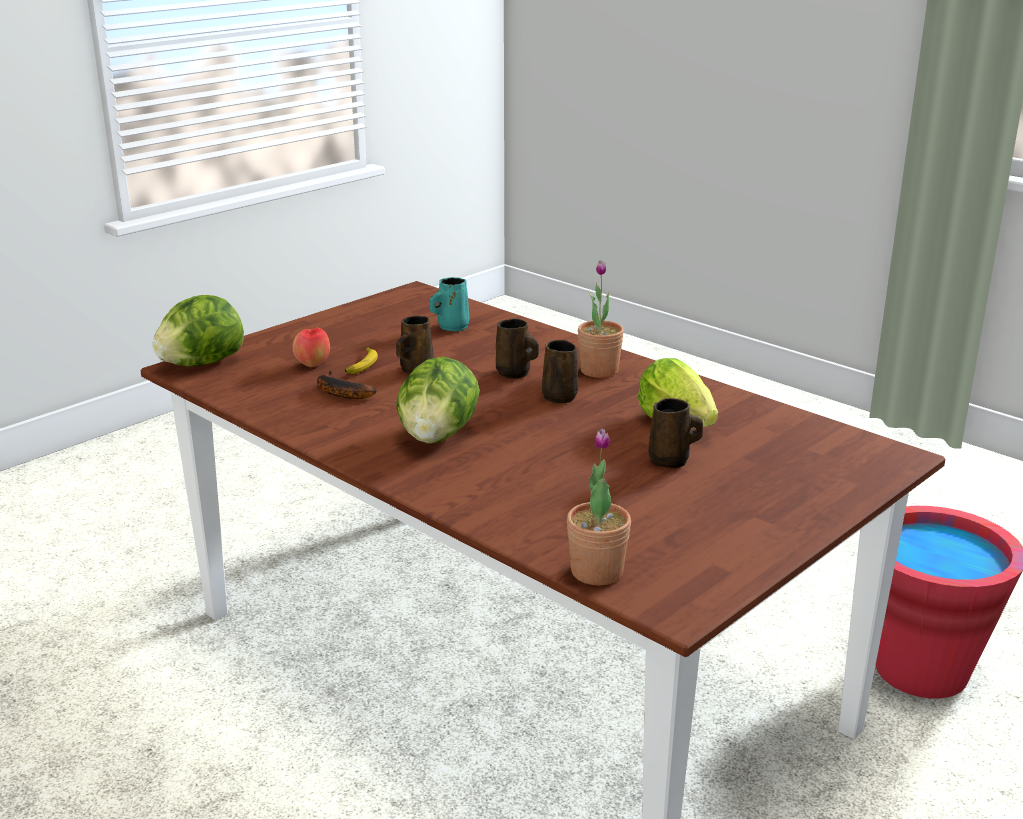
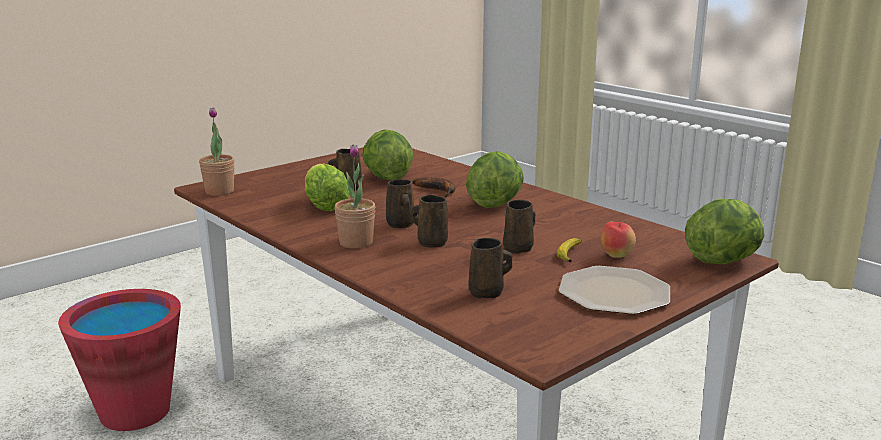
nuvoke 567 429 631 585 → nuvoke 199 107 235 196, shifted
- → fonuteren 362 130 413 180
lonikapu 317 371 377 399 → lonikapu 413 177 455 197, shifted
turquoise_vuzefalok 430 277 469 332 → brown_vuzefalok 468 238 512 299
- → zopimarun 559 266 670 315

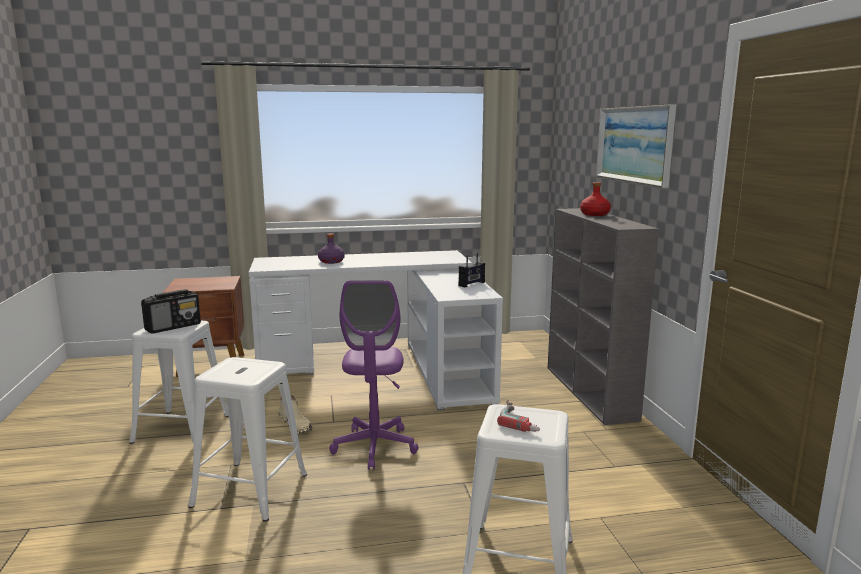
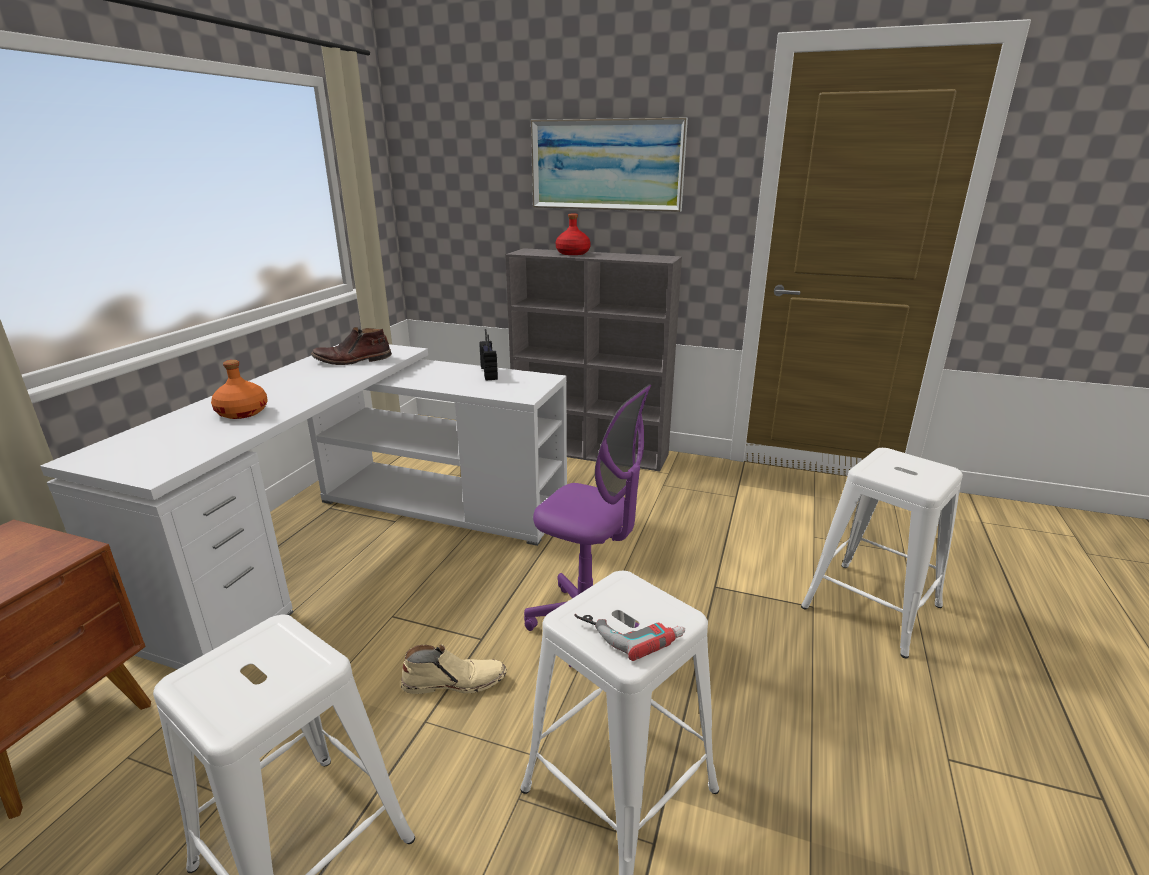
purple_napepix 318 233 345 264 → orange_napepix 211 360 268 419
- → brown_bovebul 311 327 392 365
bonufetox 497 400 540 432 → bonufetox 574 614 685 661, shifted
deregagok 141 289 201 334 → -

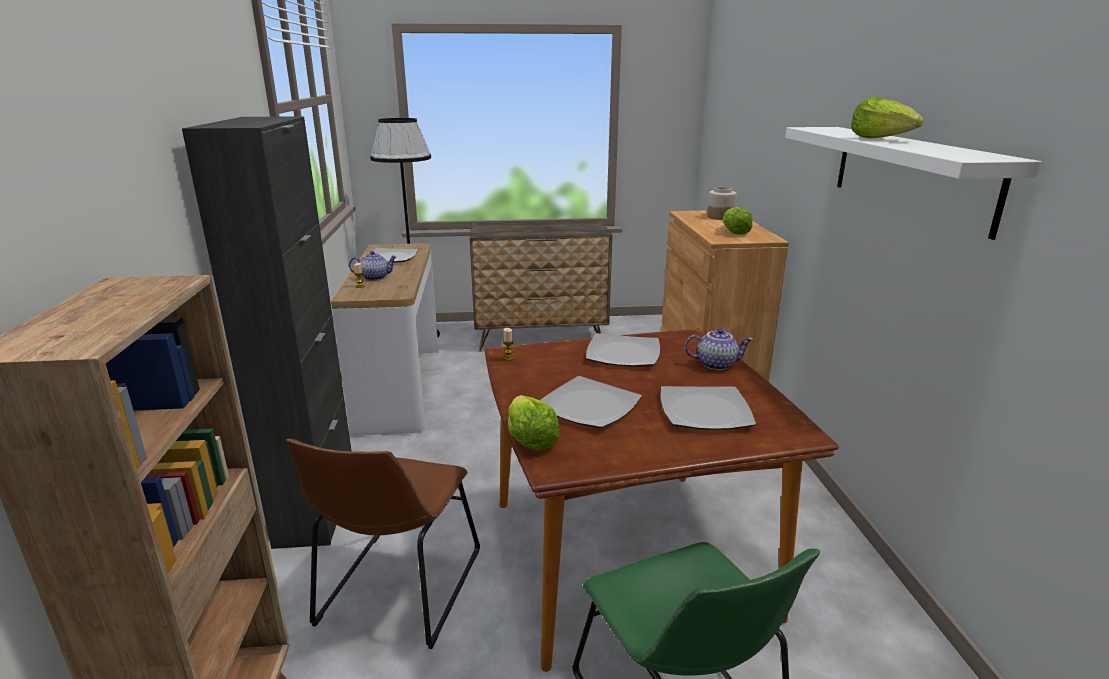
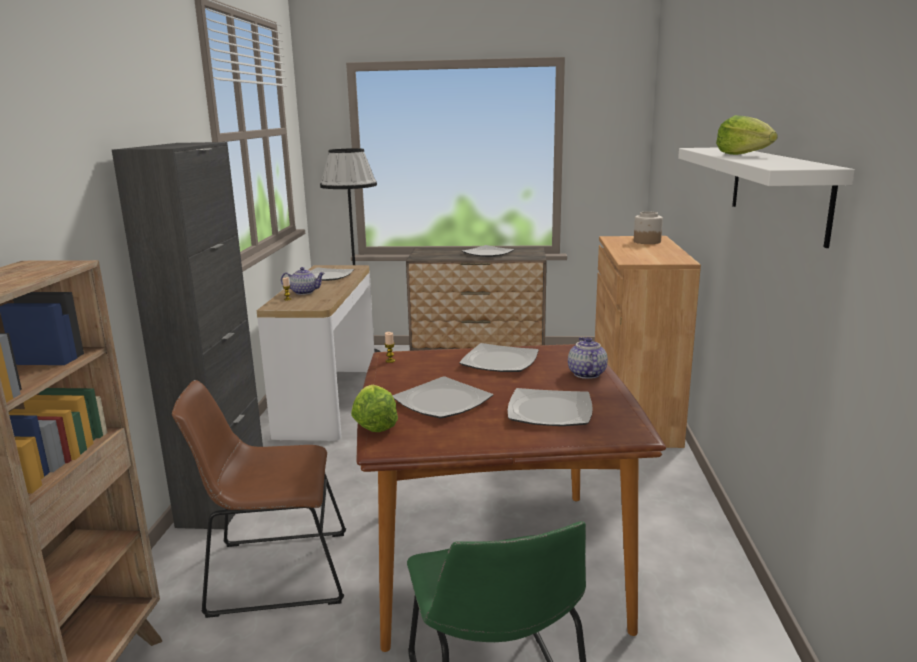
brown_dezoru 286 439 480 649 → brown_dezoru 172 380 346 618, 60 degrees clockwise
- → zopimarun 462 245 514 257
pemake 685 328 754 370 → pemake 568 337 608 379, 105 degrees counterclockwise
fonuteren 723 207 753 235 → -

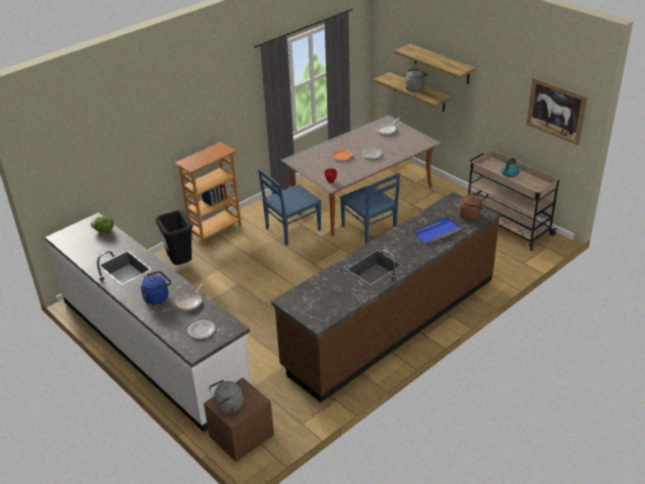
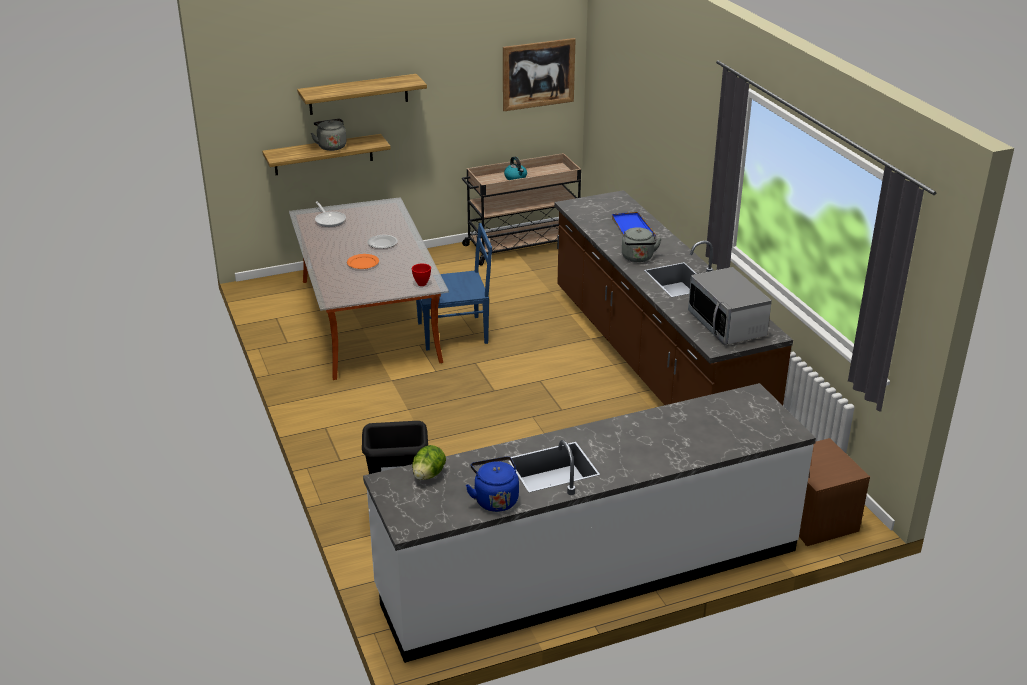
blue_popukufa 141 271 171 305 → blue_popukufa 466 457 519 512, shifted
grey_popukufa 209 380 243 414 → grey_popukufa 622 228 662 262, shifted
- → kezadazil 688 267 772 345
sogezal 175 142 241 246 → -
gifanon 175 284 203 310 → -
zopimarun 188 320 216 339 → -
blue_dezoru 258 169 321 246 → -
brown_popukufa 459 193 485 221 → -

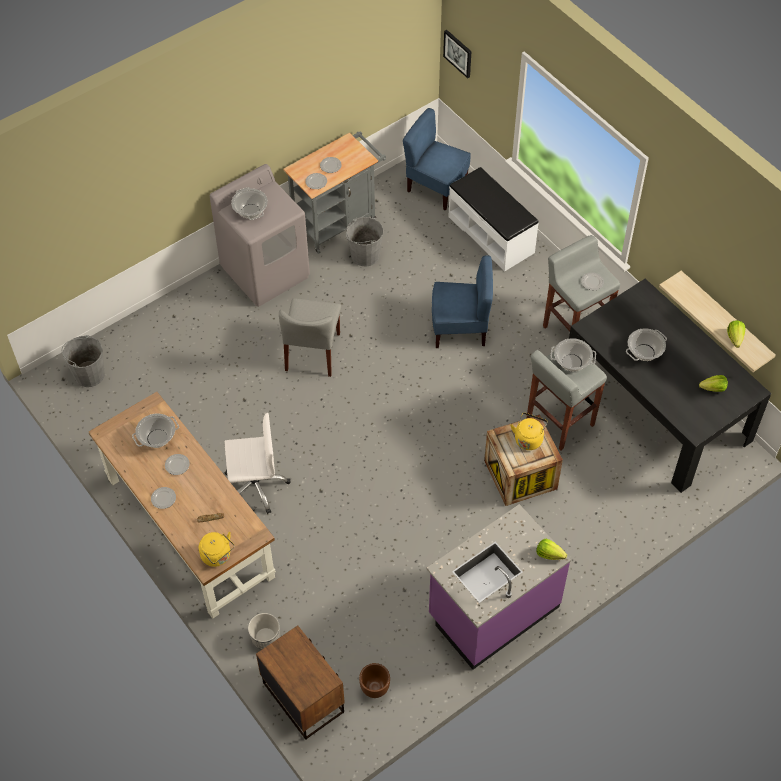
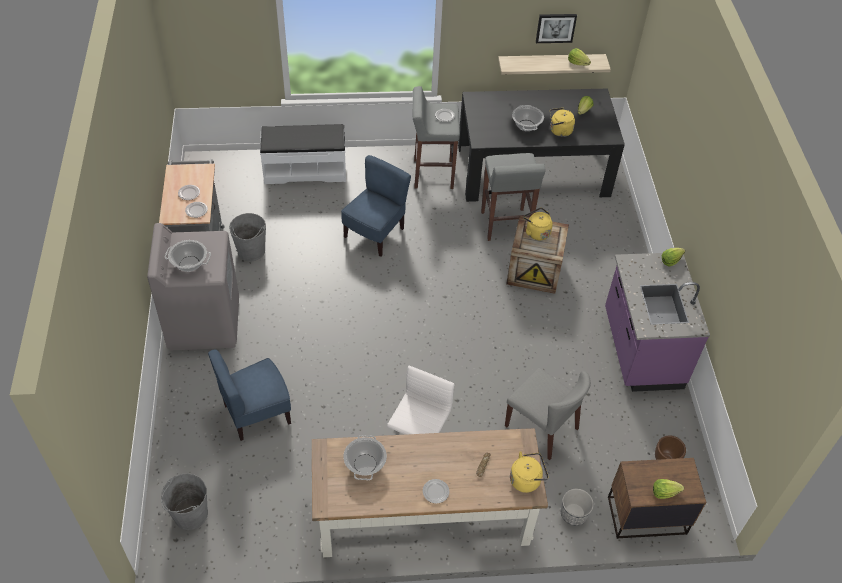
blue_dezoru 403 108 471 211 → blue_dezoru 208 350 291 441, shifted
grey_dezoru 279 298 341 377 → grey_dezoru 505 368 591 460, shifted
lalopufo 443 30 471 78 → lalopufo 536 14 577 43, shifted
- → yellow_popukufa 550 108 575 137
- → fonuteren 653 479 684 499
zopimarun 165 454 190 475 → -
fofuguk 551 338 596 371 → -

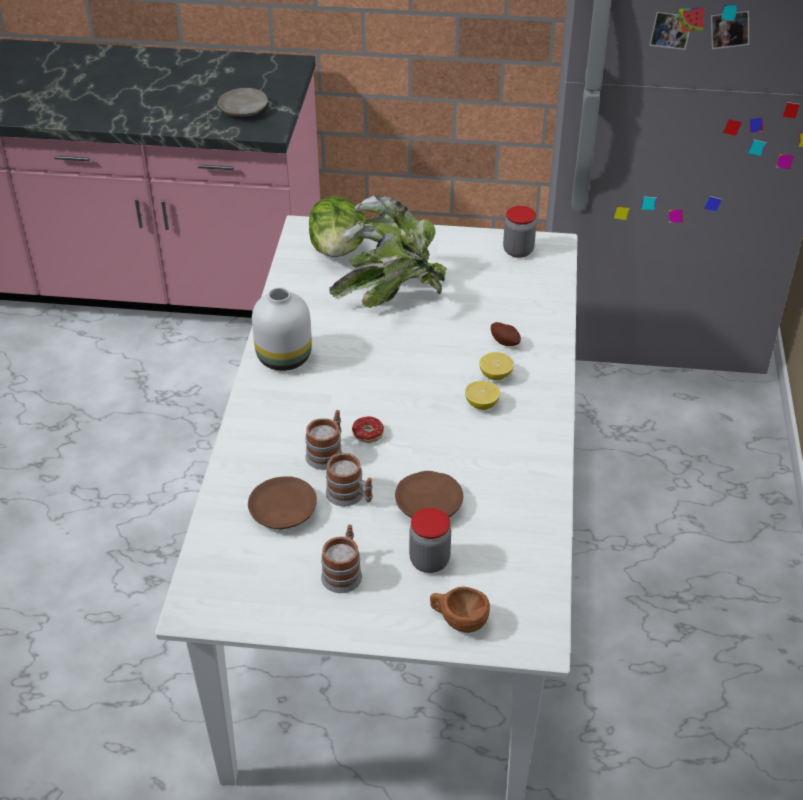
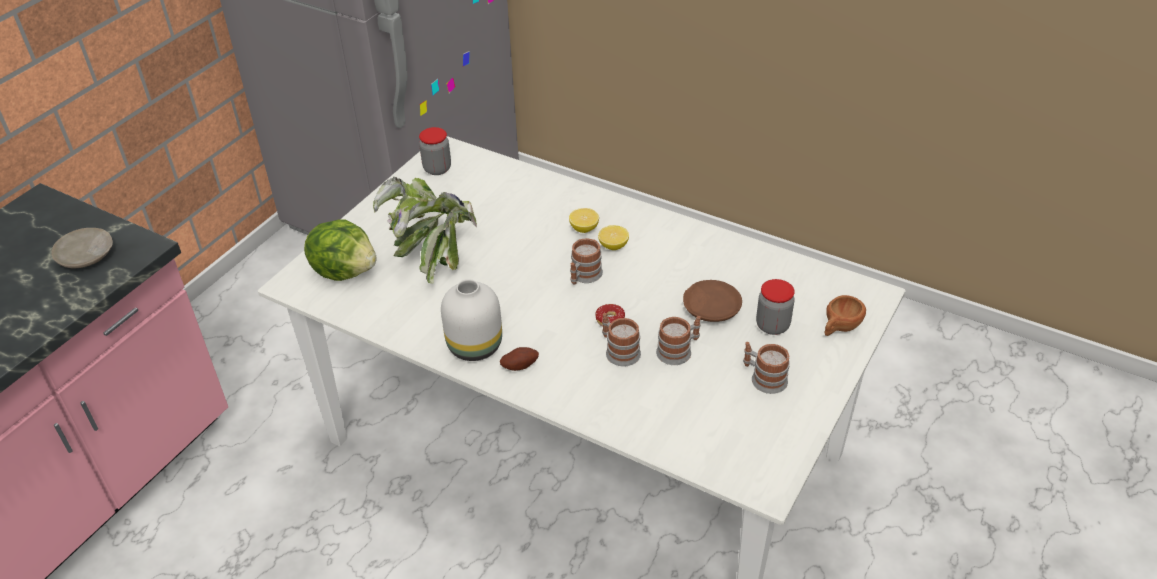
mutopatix 491 322 521 346 → mutopatix 500 347 539 371, shifted
- → vuzefalok 570 238 603 285
brown_zopimarun 248 476 317 530 → -

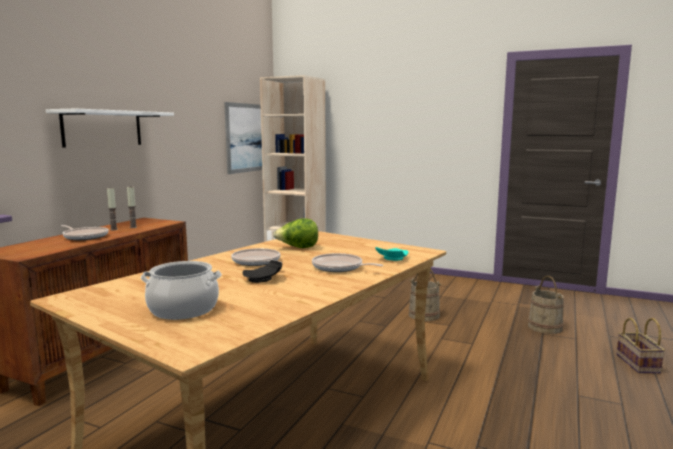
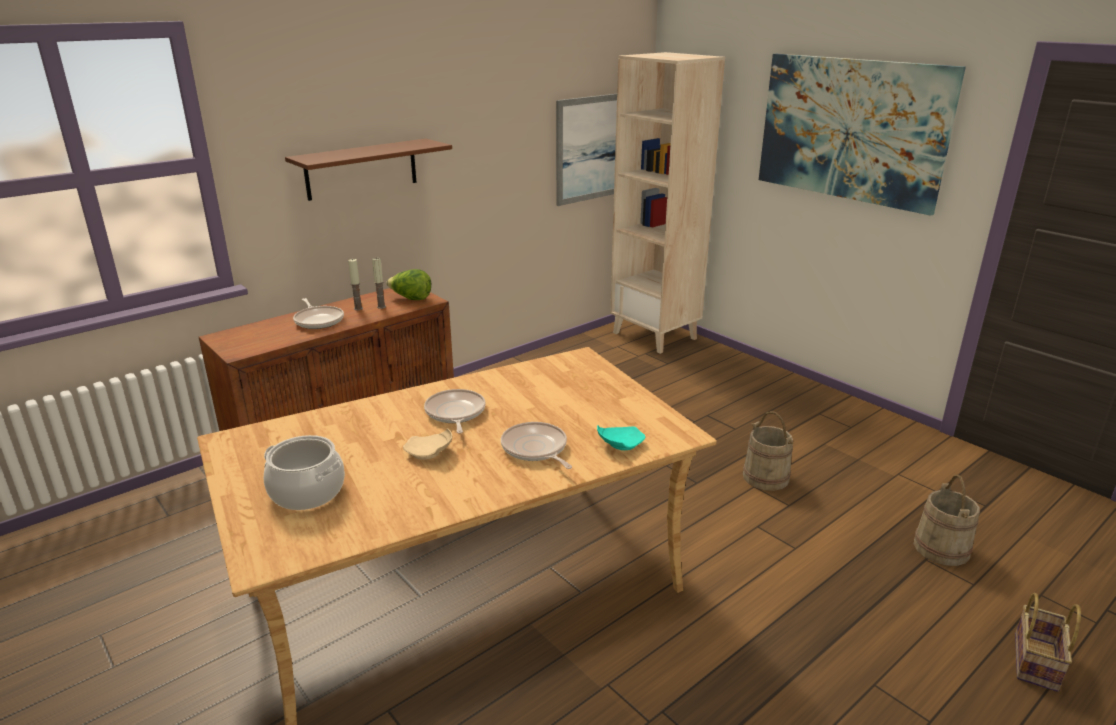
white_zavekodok 46 108 174 147 → brown_zavekodok 285 138 452 201
fonuteren 273 218 318 248 → fonuteren 386 269 431 300, shifted
black_zopimarun 243 260 282 283 → beige_zopimarun 403 428 452 460
- → lalopufo 759 54 966 216

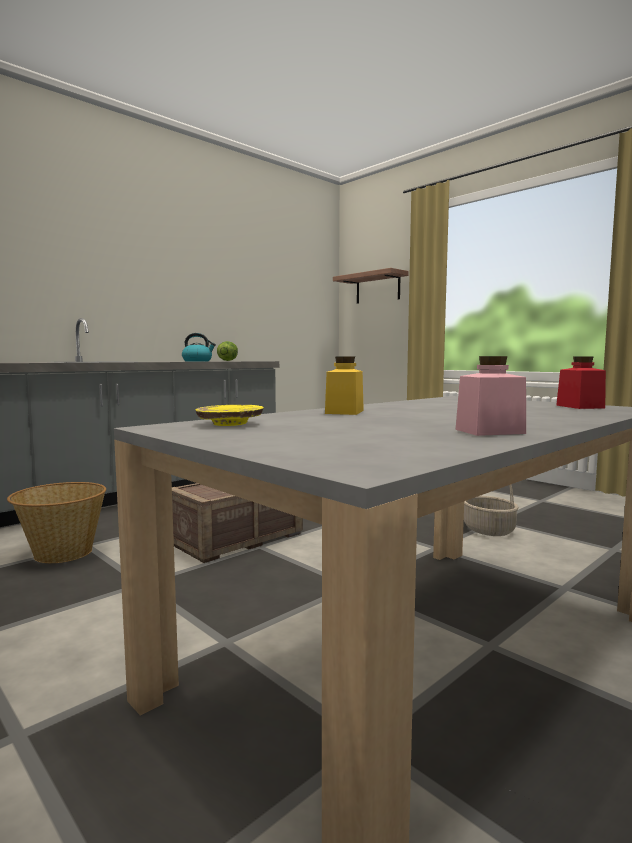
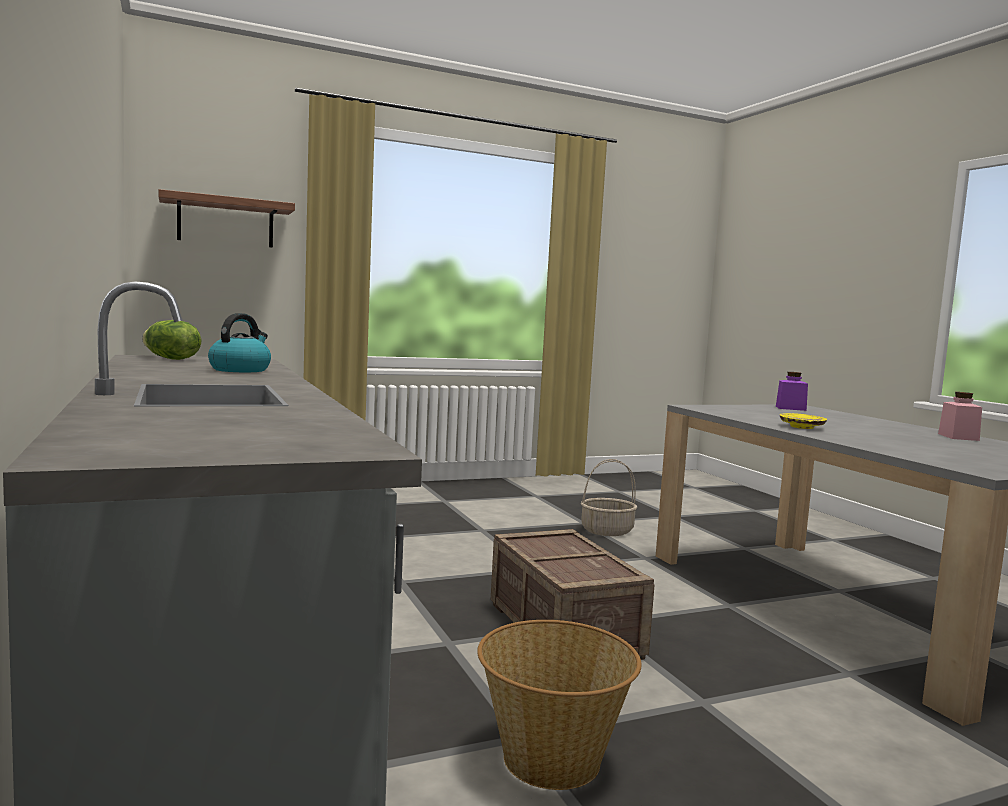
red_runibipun 556 357 606 409 → purple_runibipun 776 372 808 411
yellow_zopimarun 195 405 264 426 → yellow_zopimarun 780 413 827 429, shifted
yellow_runibipun 325 357 364 415 → -

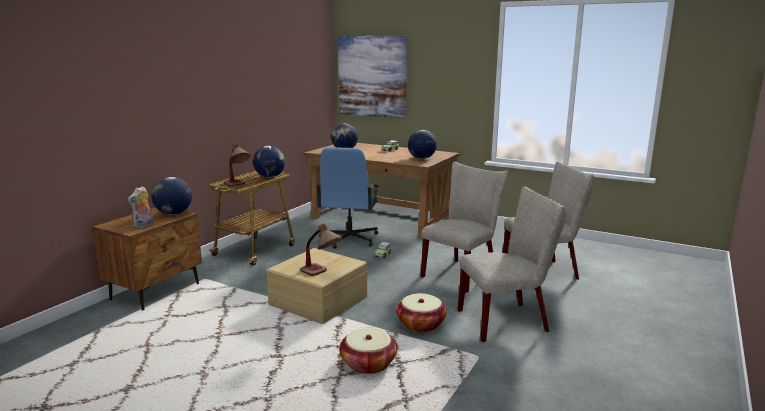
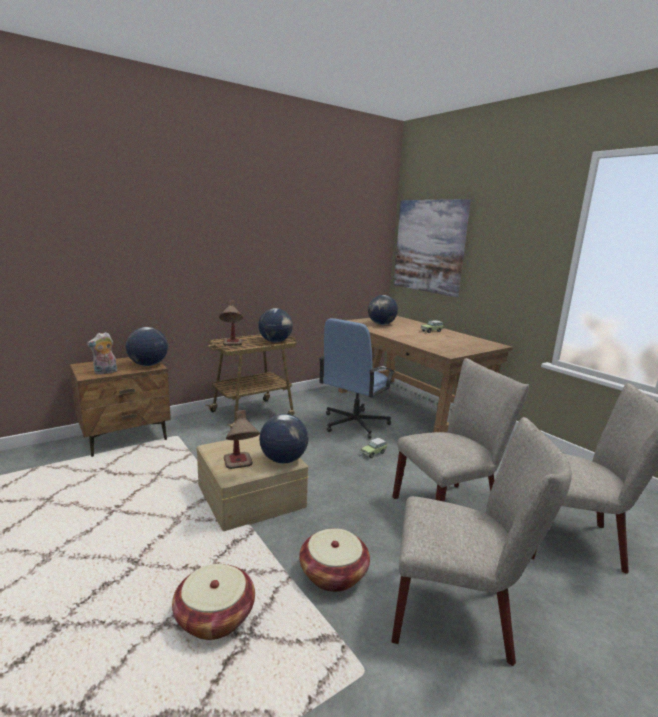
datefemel 408 130 437 159 → datefemel 259 414 308 463, shifted

